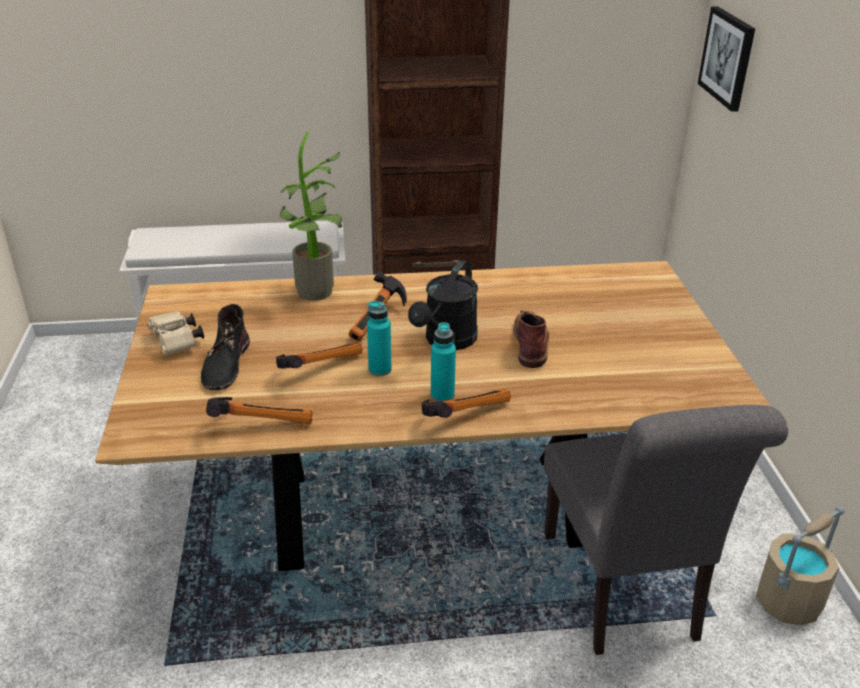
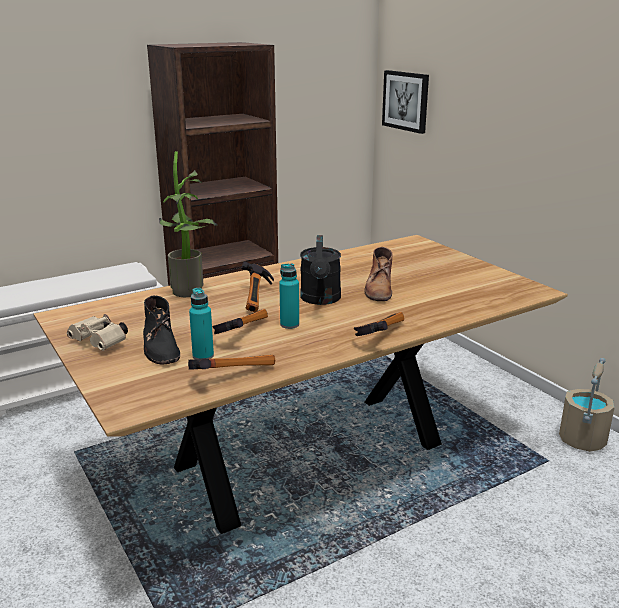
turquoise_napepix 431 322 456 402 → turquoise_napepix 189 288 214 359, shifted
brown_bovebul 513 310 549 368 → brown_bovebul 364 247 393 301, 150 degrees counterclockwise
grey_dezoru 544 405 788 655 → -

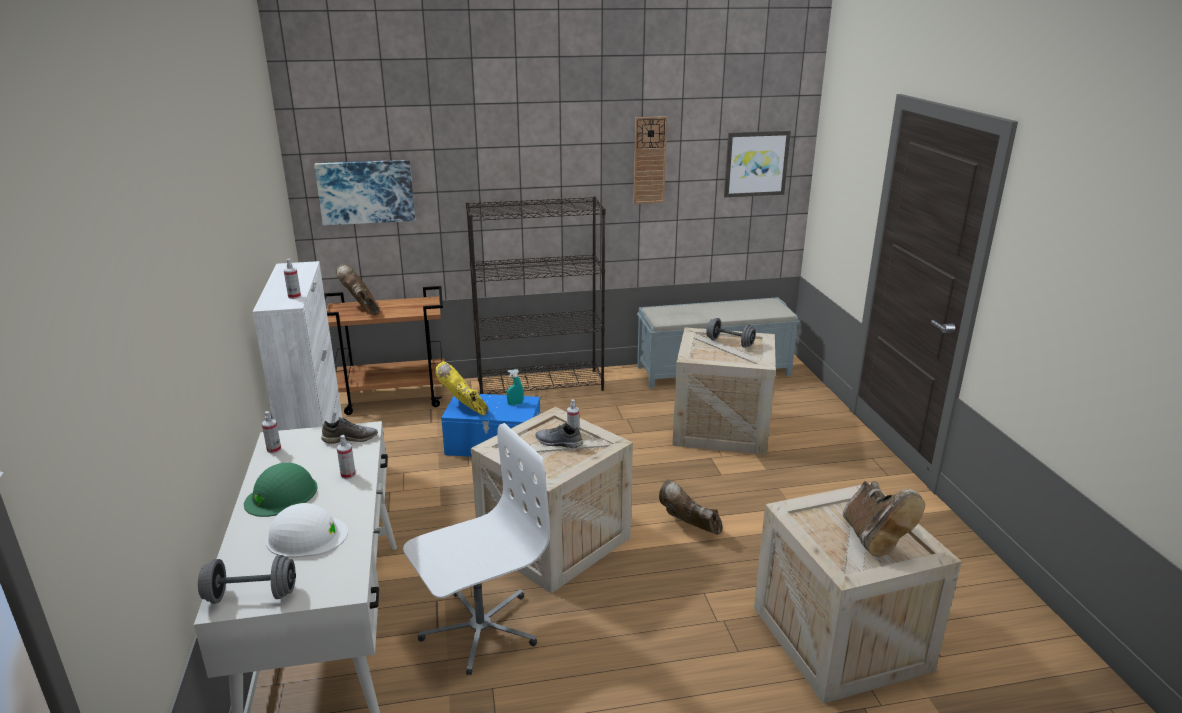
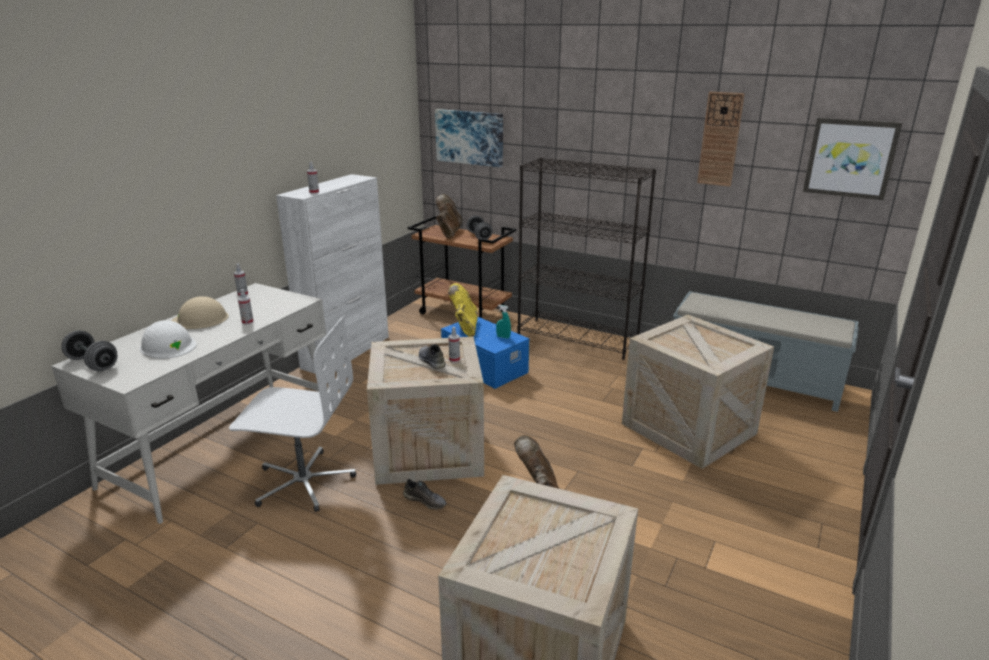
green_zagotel 244 463 318 517 → beige_zagotel 171 296 229 329
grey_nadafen 321 417 378 444 → grey_nadafen 403 479 447 510, shifted
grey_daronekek 706 318 756 348 → grey_daronekek 467 216 493 240, shifted
brown_bovebul 843 481 925 557 → -

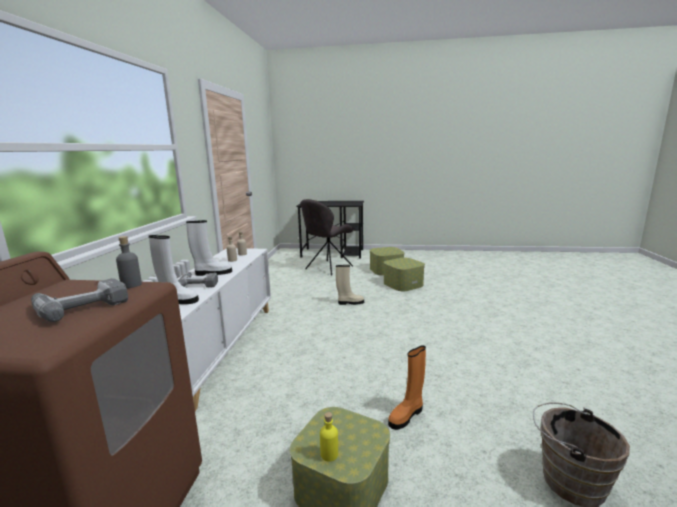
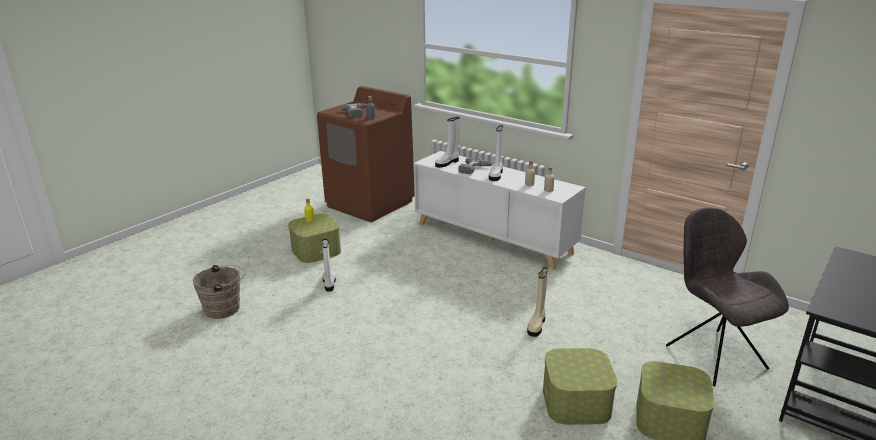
orange_bovebul 388 345 426 430 → white_bovebul 322 239 336 292

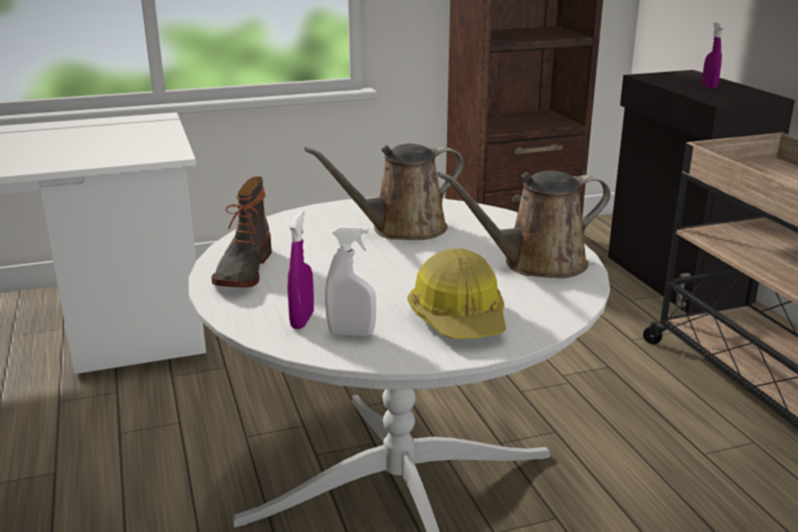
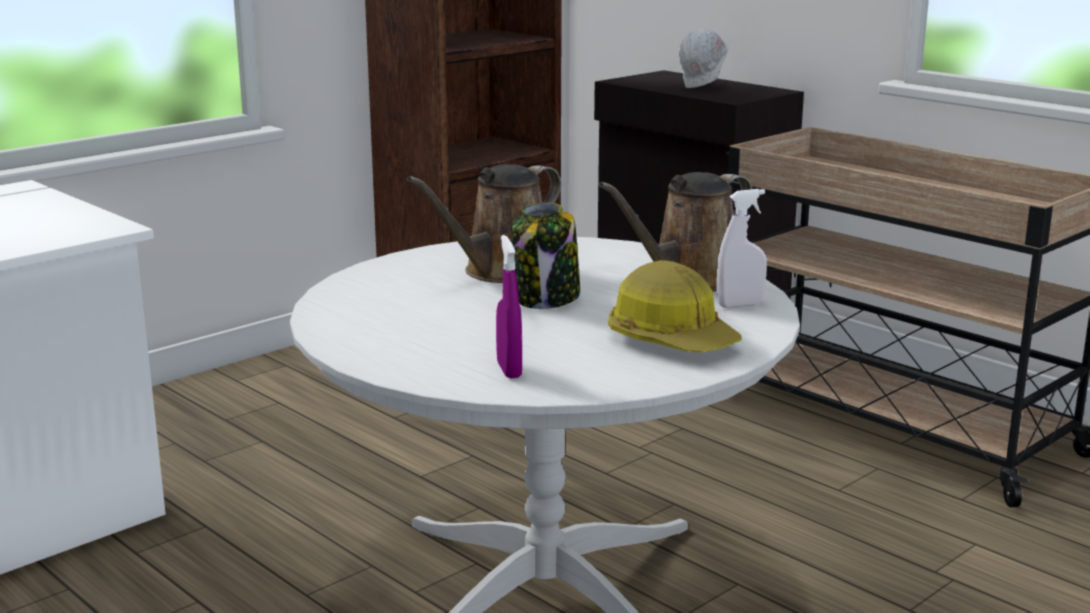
- → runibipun 511 203 580 309
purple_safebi 702 22 723 89 → white_zagotel 679 29 728 88
white_safebi 325 226 376 336 → white_safebi 717 189 767 308, shifted
bovebul 211 176 272 288 → -

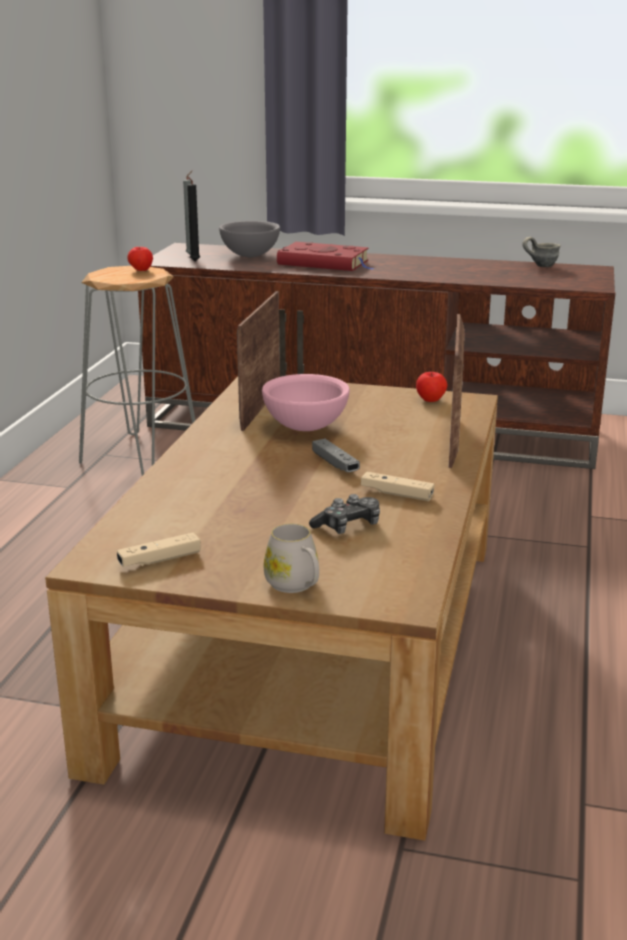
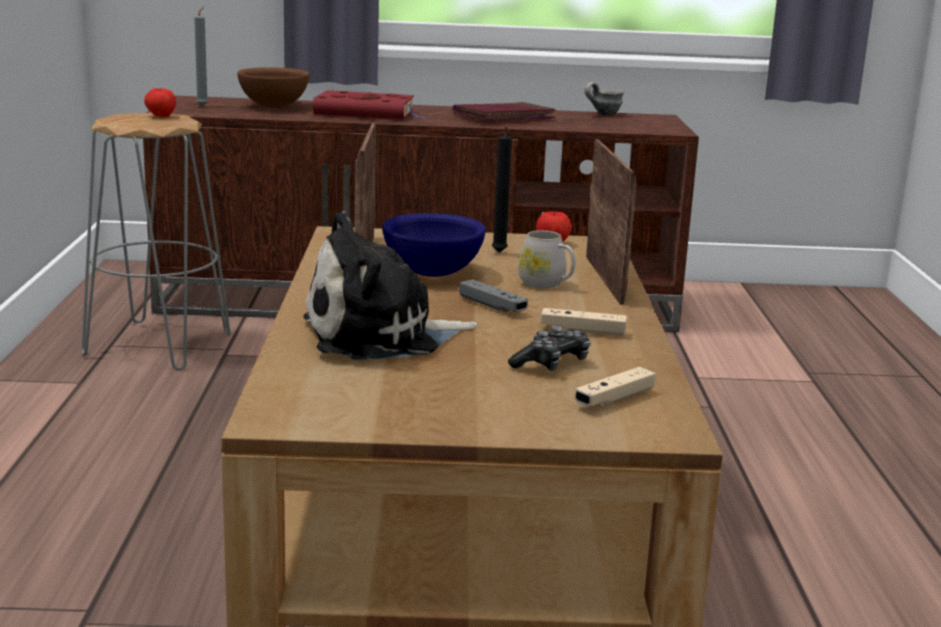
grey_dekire 219 221 280 257 → brown_dekire 237 67 310 108
- → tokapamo 303 211 478 360
pink_dekire 262 374 350 431 → blue_dekire 382 213 486 277
- → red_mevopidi 453 102 556 121
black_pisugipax 187 177 200 261 → black_pisugipax 492 126 512 253, shifted
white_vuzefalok 264 524 319 593 → white_vuzefalok 518 230 576 288, shifted
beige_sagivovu 117 533 200 567 → beige_sagivovu 574 367 656 407, shifted

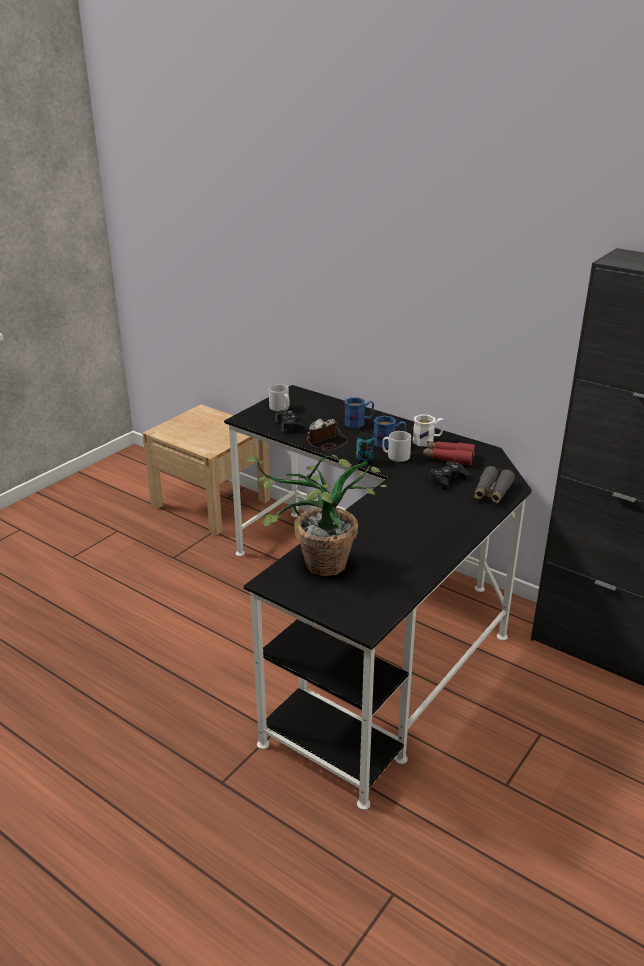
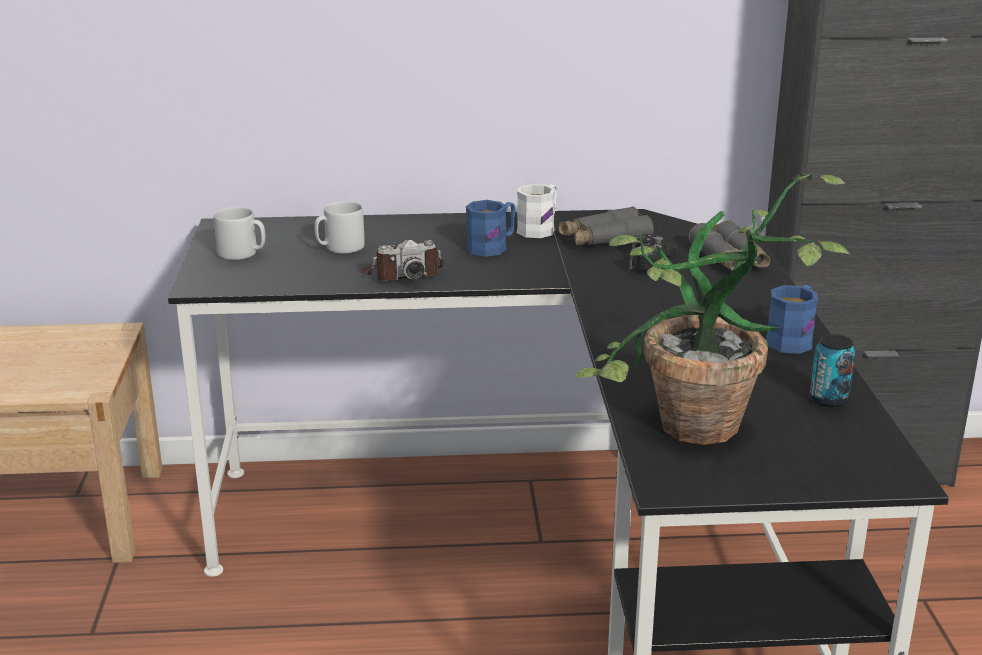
grey_vuzefalok 382 431 411 462 → grey_vuzefalok 314 201 365 253, shifted
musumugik 307 419 349 451 → musumugik 361 240 444 281, 120 degrees counterclockwise
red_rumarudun 423 441 475 465 → grey_rumarudun 559 206 654 245
blue_vuzefalok 344 397 374 428 → blue_vuzefalok 766 285 818 354, shifted
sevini 356 432 374 464 → sevini 810 334 856 407, shifted
black_sagivovu 275 410 305 432 → -

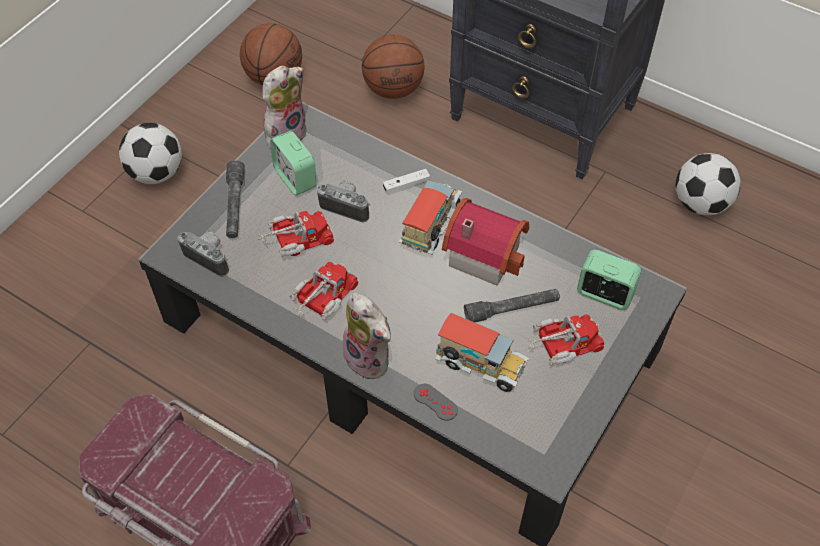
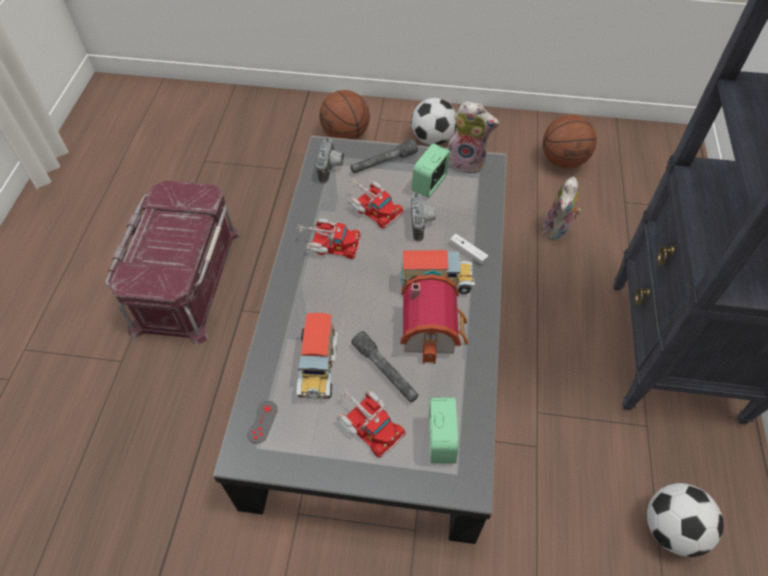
grey_sagivovu 414 384 458 421 → grey_sagivovu 247 401 278 443, shifted
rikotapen 362 35 424 99 → rikotapen 319 90 370 139, shifted
tokapamo 341 293 391 380 → tokapamo 542 176 581 241, shifted

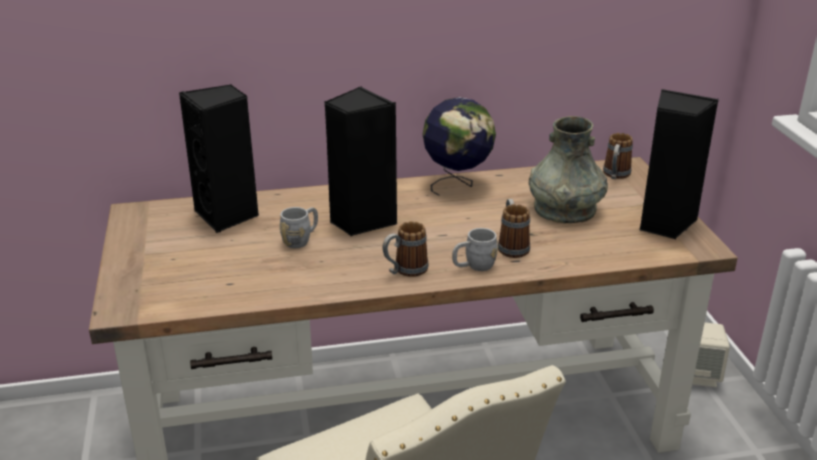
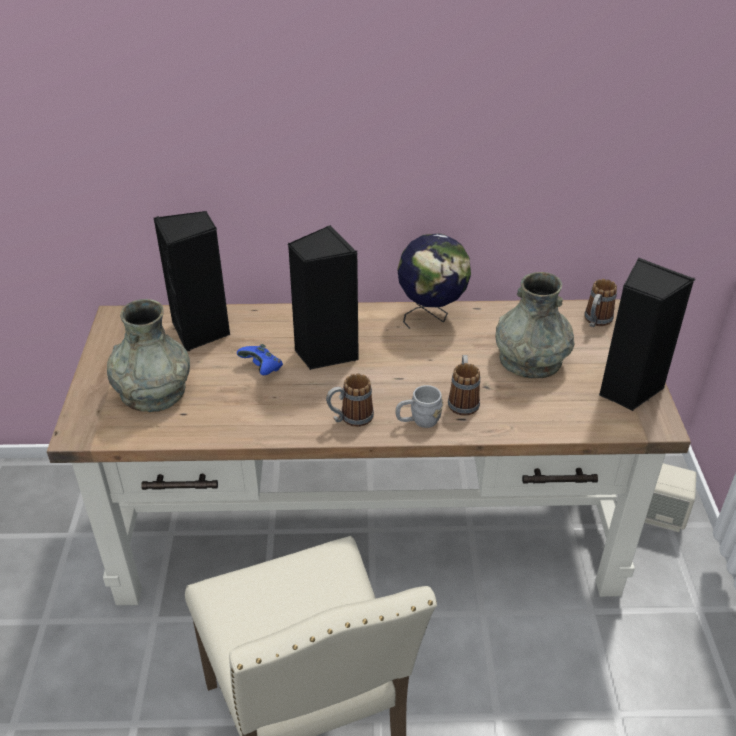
- → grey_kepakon 107 299 190 412
grey_vuzefalok 279 207 318 248 → blue_sagivovu 237 344 283 375

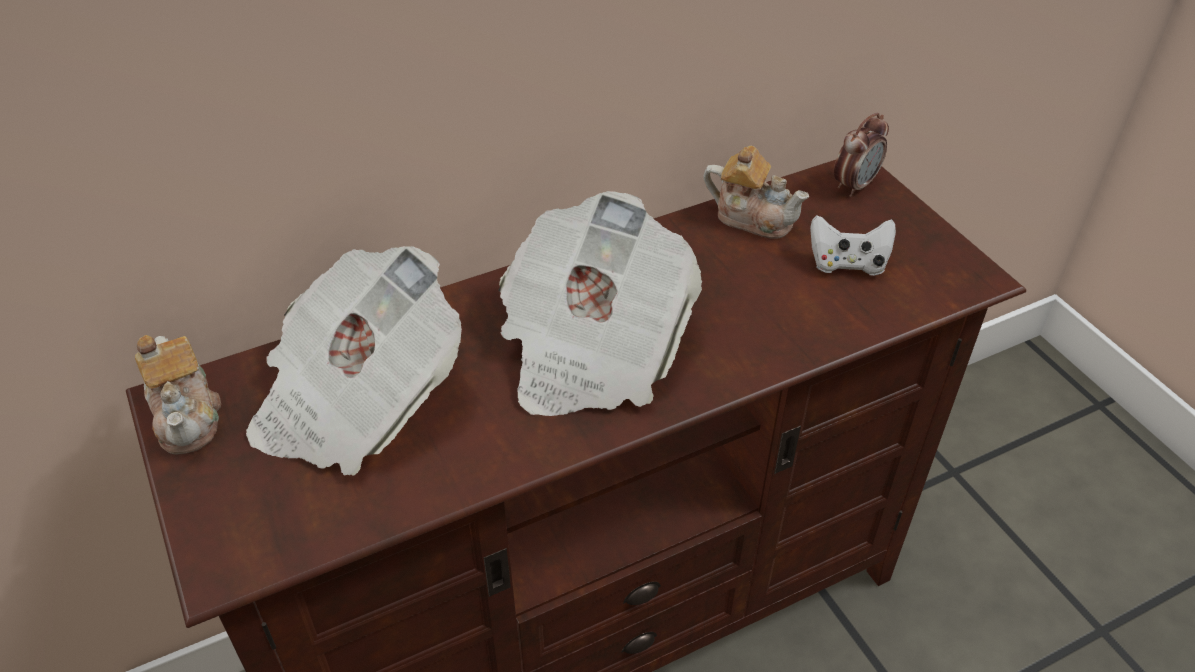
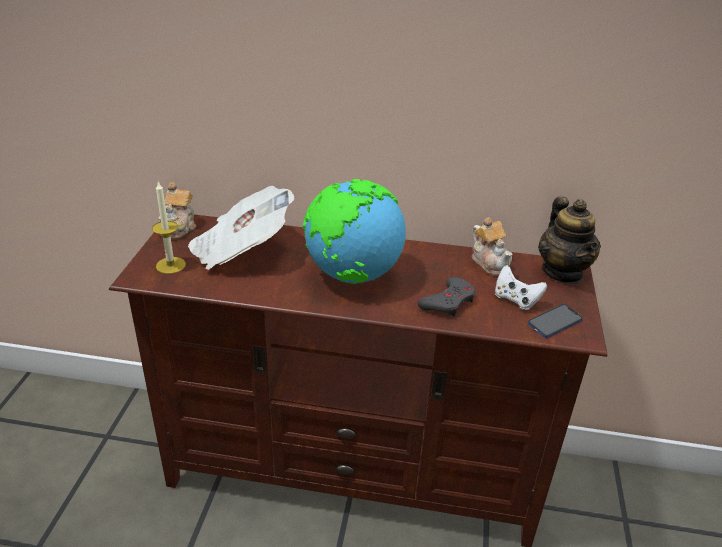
- → pisugipax 152 182 186 274
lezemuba 498 191 702 416 → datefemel 303 179 406 284
- → grey_sagivovu 417 277 476 317
- → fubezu 528 304 583 338
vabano 834 113 889 197 → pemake 538 197 601 284

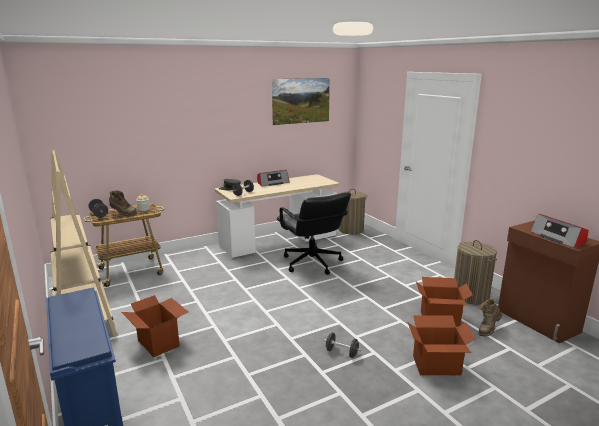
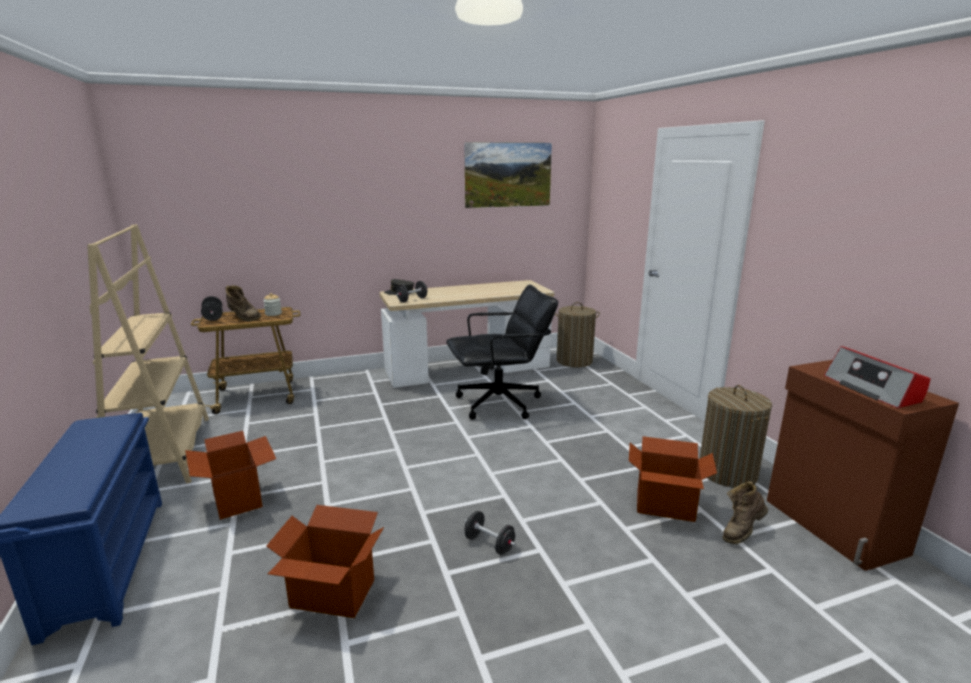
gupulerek 407 315 476 375 → gupulerek 266 505 384 618, shifted
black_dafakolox 277 192 351 275 → black_dafakolox 446 285 558 420, 90 degrees counterclockwise
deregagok 257 170 289 186 → -

